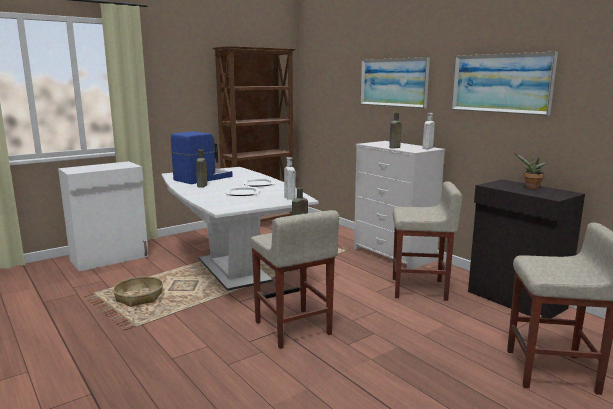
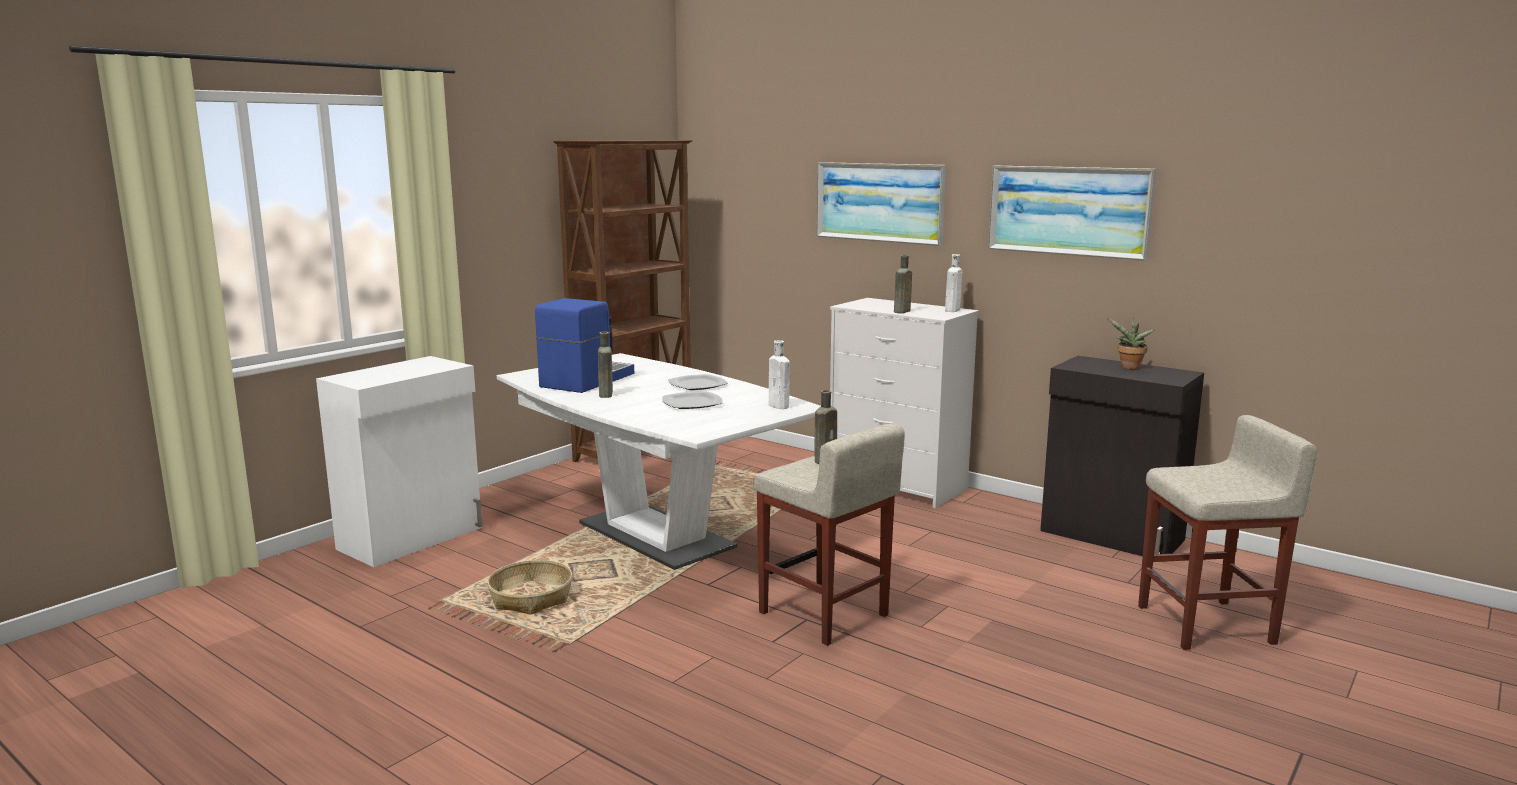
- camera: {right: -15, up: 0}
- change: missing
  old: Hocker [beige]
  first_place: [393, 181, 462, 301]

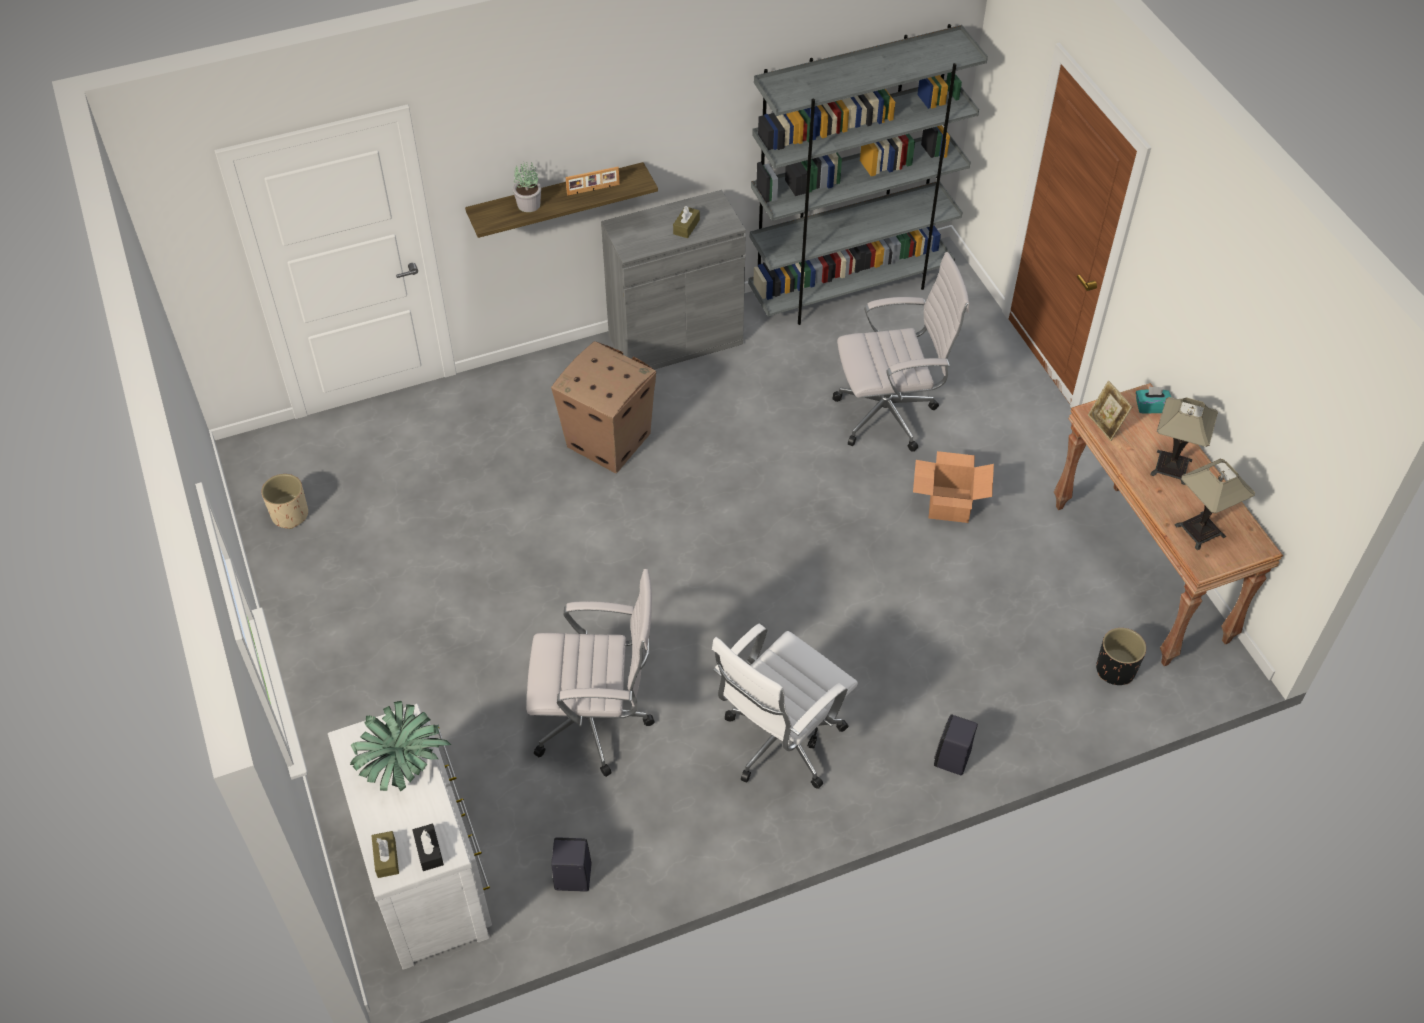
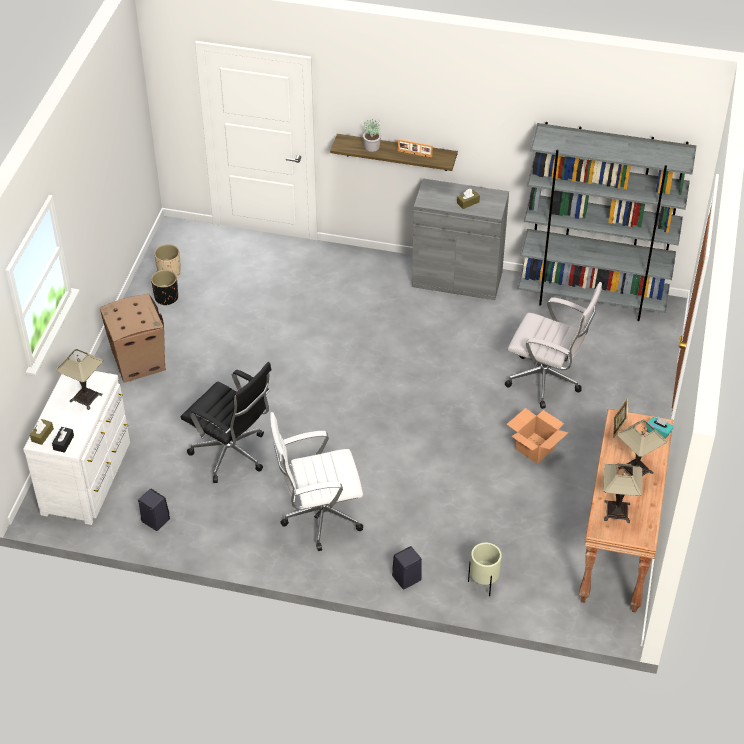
- camera: {right: 35, up: -5}
- change: appeared
  new: Pflanzkübel [beige]
  second_place: [468, 542, 502, 596]
- change: relocated
  old: Karton
  first_place: [551, 341, 656, 473]
  second_place: [100, 294, 166, 383]
- change: relocated
  old: Pflanzkübel [schwarz]
  first_place: [1096, 628, 1146, 685]
  second_place: [151, 270, 178, 306]
- change: exchanged
  old: Topfpflanze
  new: Tischlampe
  first_place: [350, 701, 451, 792]
  second_place: [56, 349, 103, 410]
- change: colour
  old: Bürostuhl [weiß]
  new: Bürostuhl [schwarz]
  first_place: [527, 569, 655, 777]
  second_place: [181, 362, 271, 483]

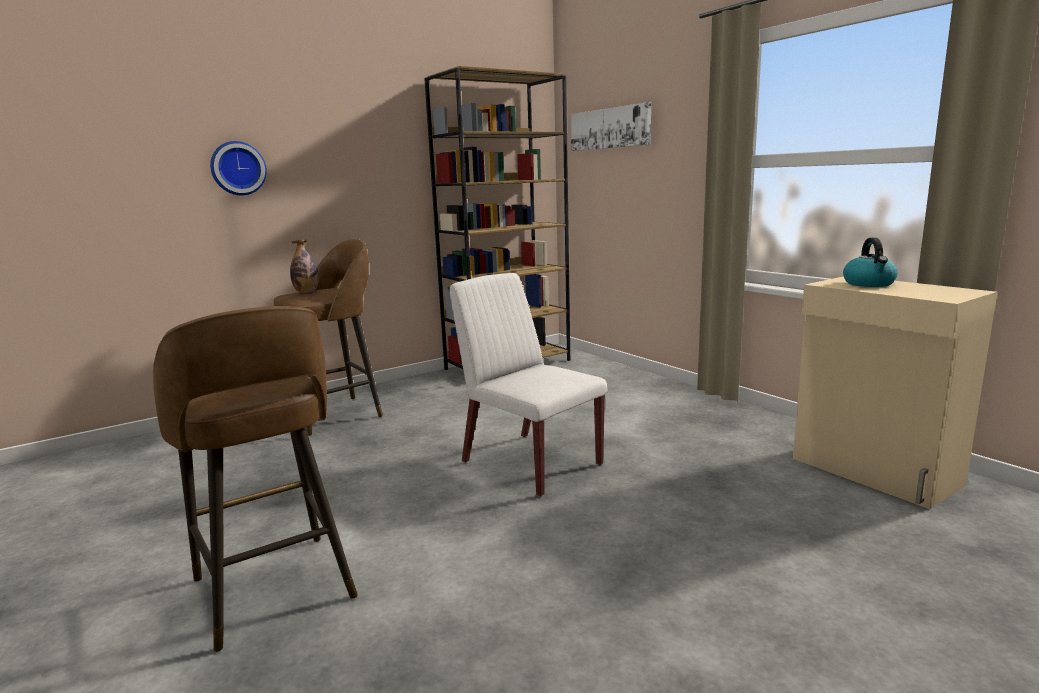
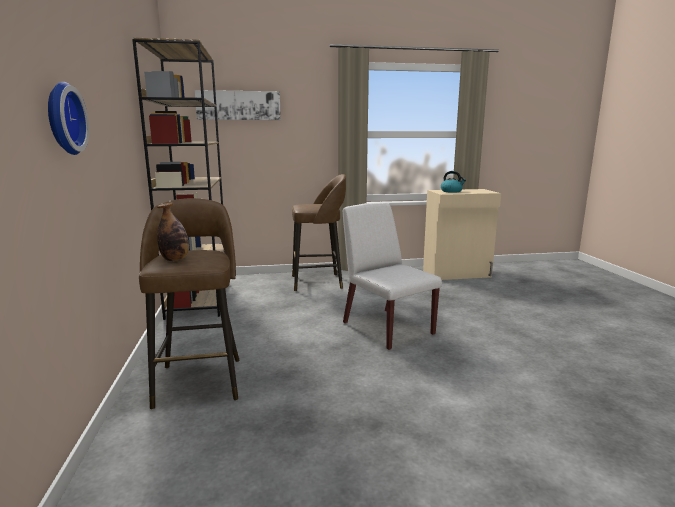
- camera: {right: -65, up: 0}
- change: relocated
  old: Hocker [braun]
  first_place: [153, 306, 358, 652]
  second_place: [292, 174, 346, 291]
- change: spun
  old: Stuhl [weiß]
  first_place: [449, 273, 608, 497]
  second_place: [343, 203, 442, 350]
  degrees: 75

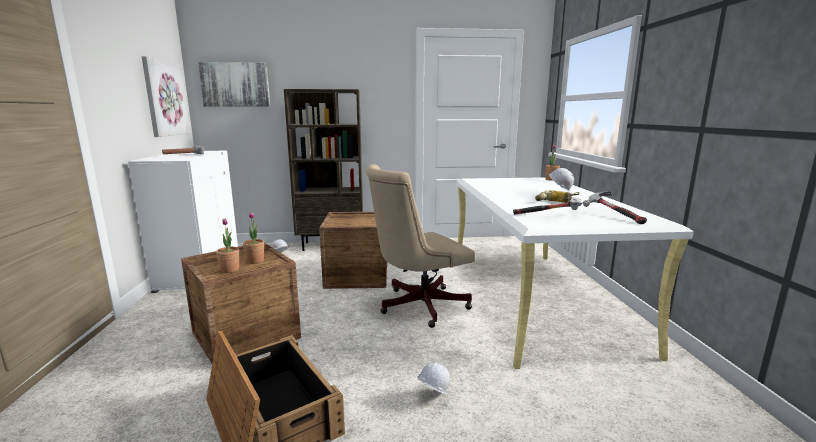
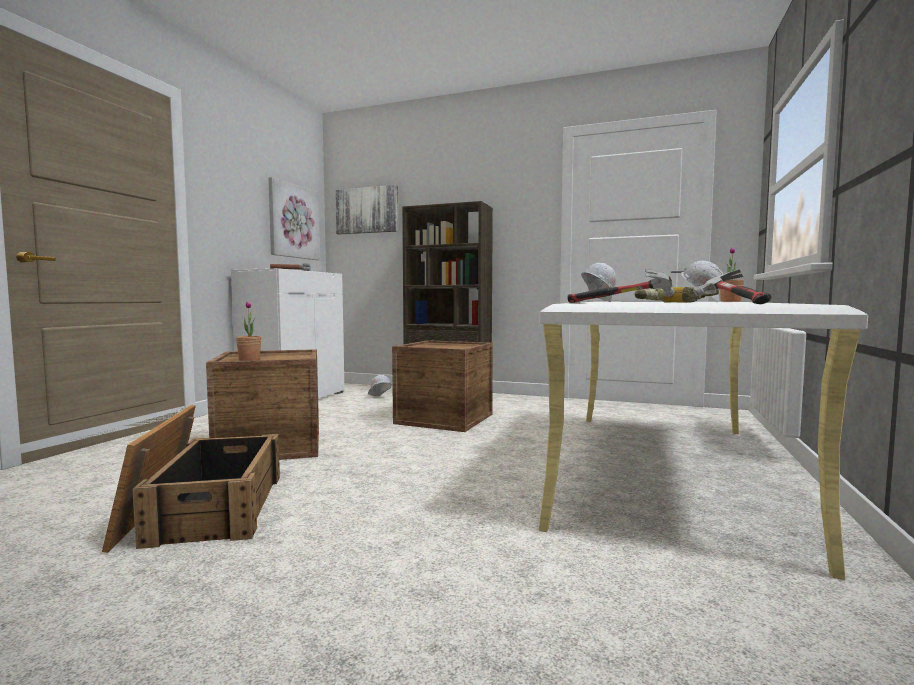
- camera: {right: 25, up: -10}
- change: missing
  old: Topfpflanze
  first_place: [243, 212, 264, 264]
- change: missing
  old: Bürostuhl [beige]
  first_place: [366, 164, 475, 328]
- change: relocated
  old: Schutzhelm [weiß]
  first_place: [417, 363, 450, 394]
  second_place: [581, 263, 616, 302]

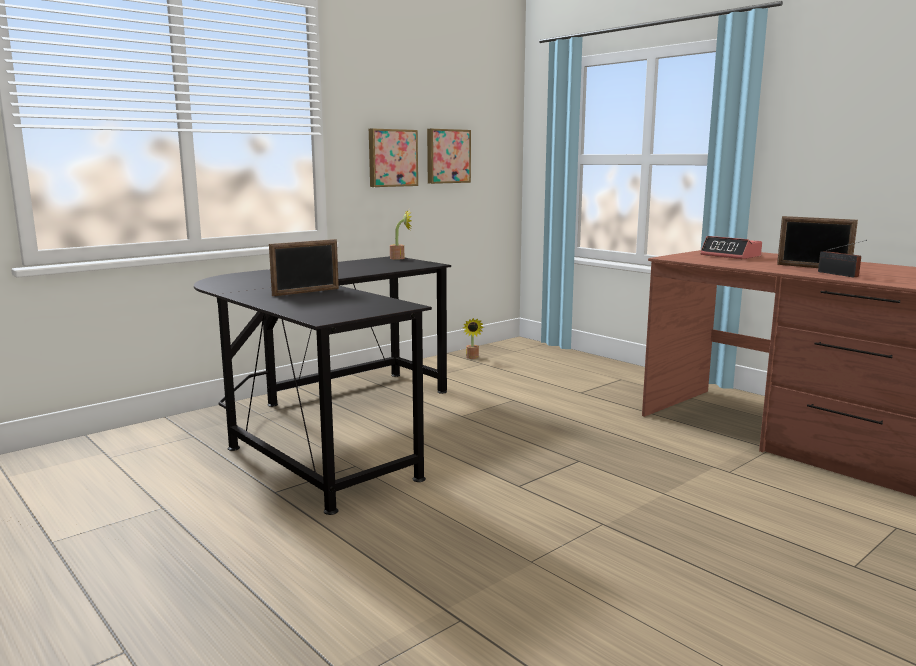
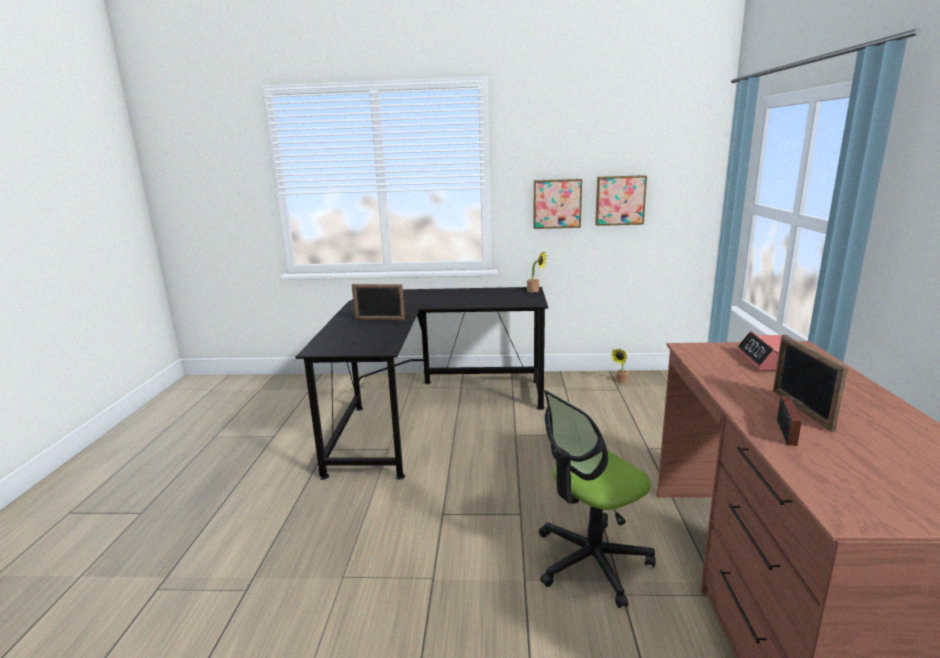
- camera: {right: 45, up: 5}
- change: appeared
  new: Bürostuhl
  second_place: [539, 390, 656, 608]

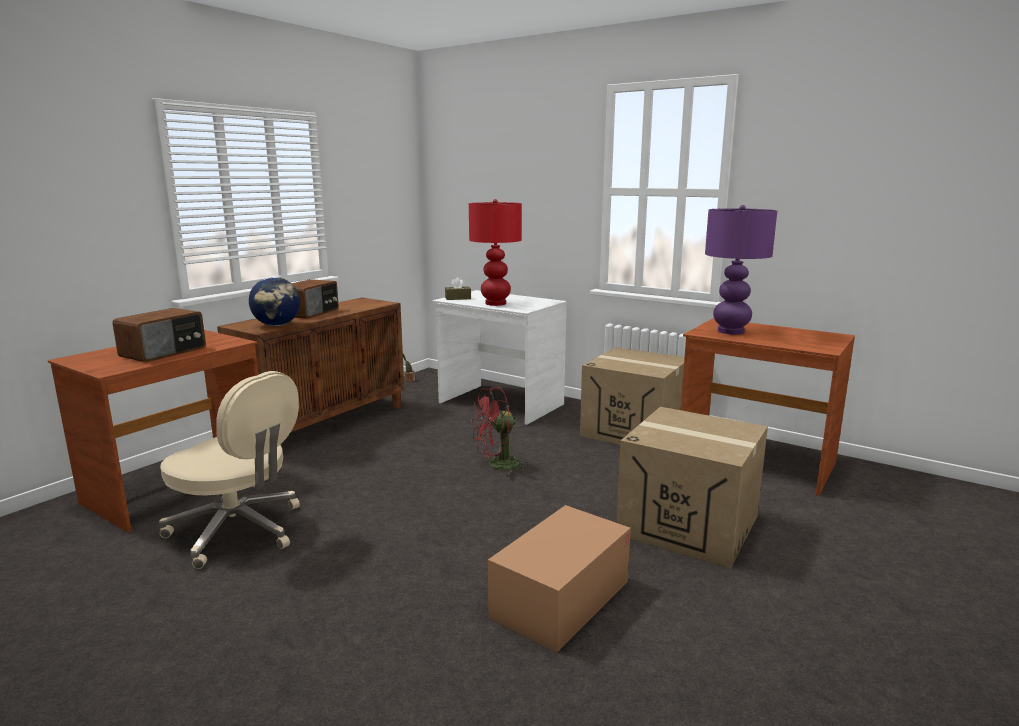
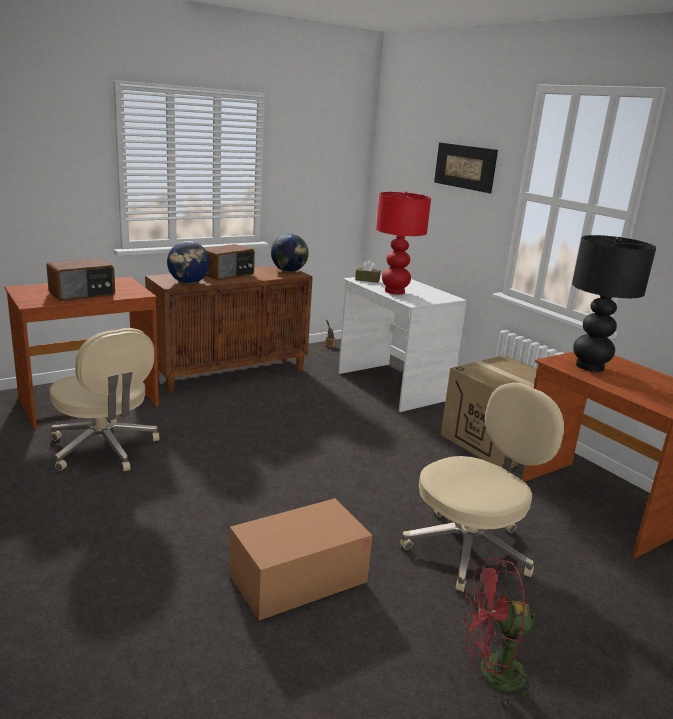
- camera: {right: 20, up: 5}
- change: appeared
  new: Globus
  second_place: [271, 234, 308, 272]
- change: appeared
  new: Bild
  second_place: [434, 143, 498, 193]
- change: relocated
  old: Ventilator [rot]
  first_place: [471, 387, 530, 475]
  second_place: [462, 558, 543, 707]
- change: exchanged
  old: Karton
  new: Bürostuhl [beige]
  first_place: [616, 407, 768, 569]
  second_place: [400, 383, 564, 592]
- change: colour
  old: Tischlampe [lila]
  new: Tischlampe [schwarz]
  first_place: [705, 205, 777, 335]
  second_place: [572, 235, 656, 372]

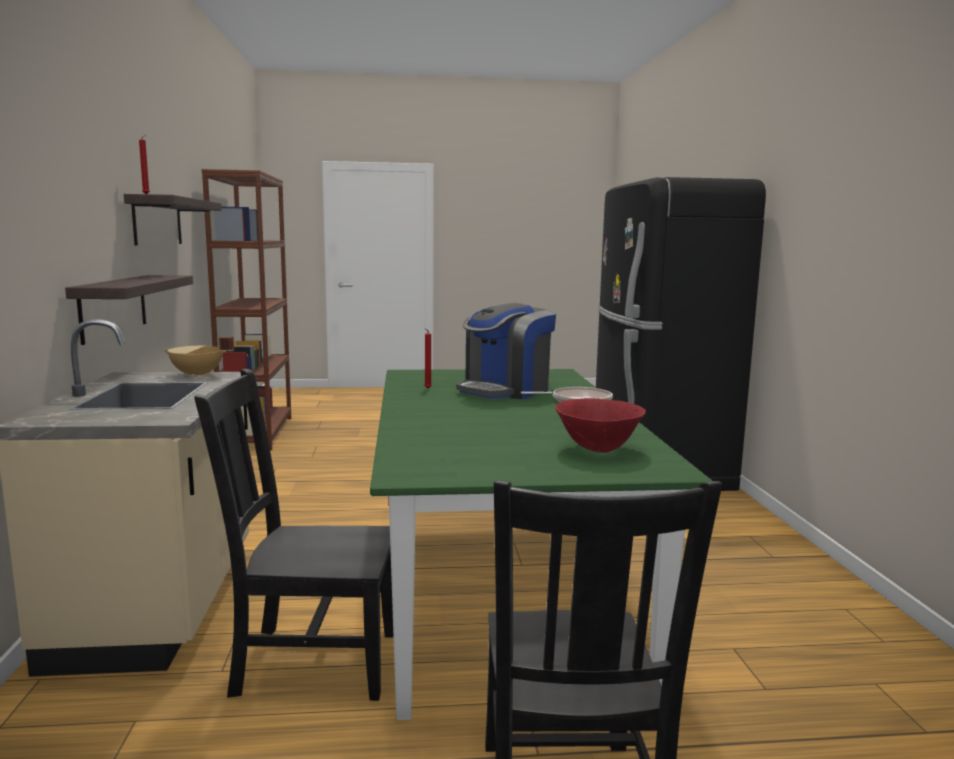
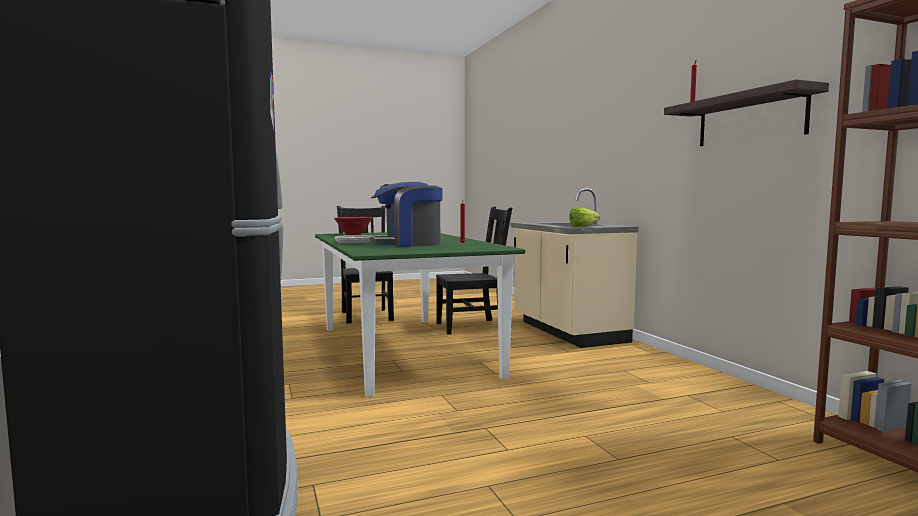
- camera: {right: 165, up: -5}
- change: missing
  old: Wandregal
  first_place: [65, 275, 193, 345]
- change: exchanged
  old: Kochtopf [beige]
  new: Salatkopf
  first_place: [163, 337, 234, 378]
  second_place: [569, 207, 600, 227]
- change: spun
  old: Kaffeemaschine
  first_place: [456, 303, 556, 399]
  second_place: [370, 182, 443, 247]
  degrees: -135

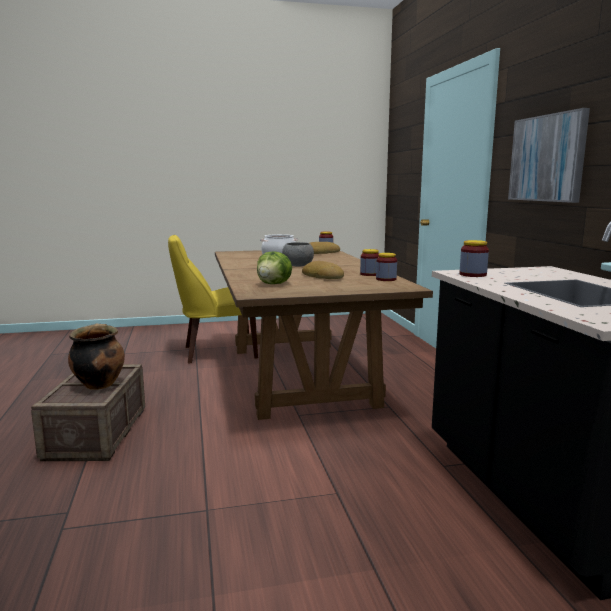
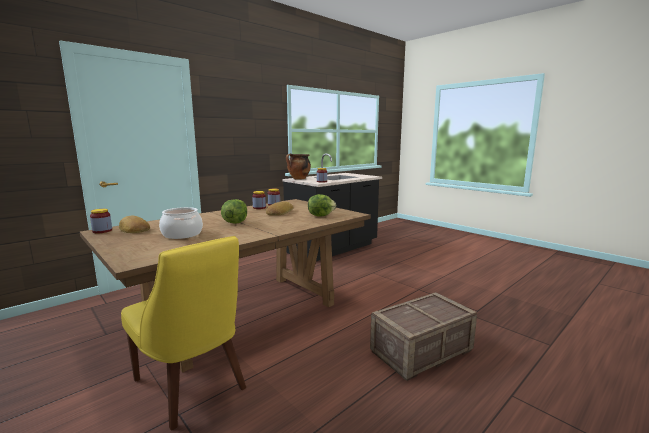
- camera: {right: -120, up: 0}
- change: missing
  old: Bild
  first_place: [508, 108, 590, 203]
- change: relocated
  old: Kochtopf
  first_place: [68, 323, 125, 390]
  second_place: [286, 154, 311, 180]
- change: exchanged
  old: Schüssel [grau]
  new: Salatkopf
  first_place: [282, 242, 314, 267]
  second_place: [221, 199, 247, 224]

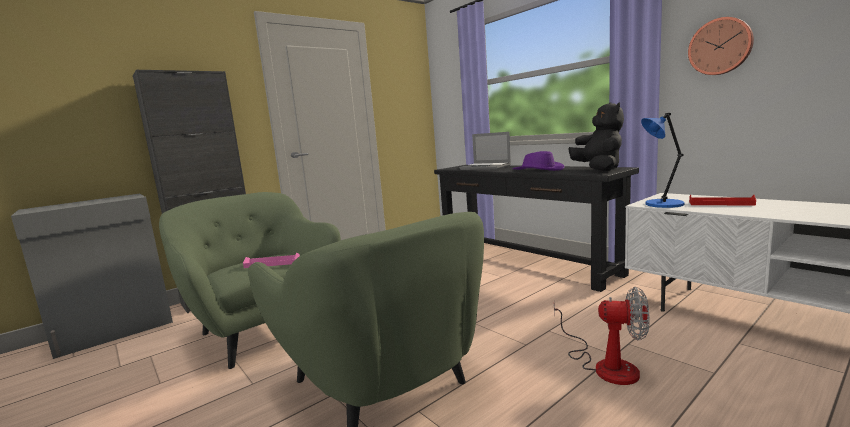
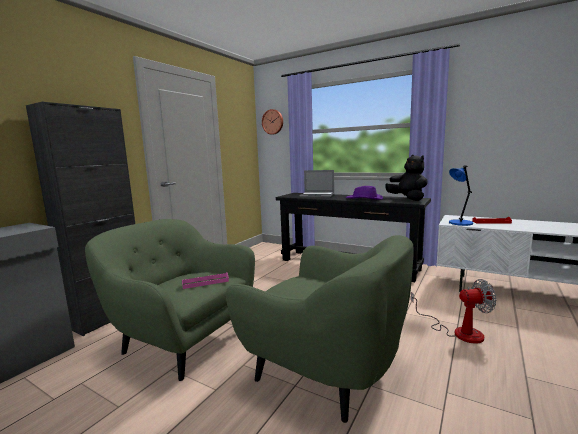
- camera: {right: -20, up: 0}
- change: relocated
  old: Wanduhr
  first_place: [688, 17, 754, 75]
  second_place: [262, 109, 283, 134]

